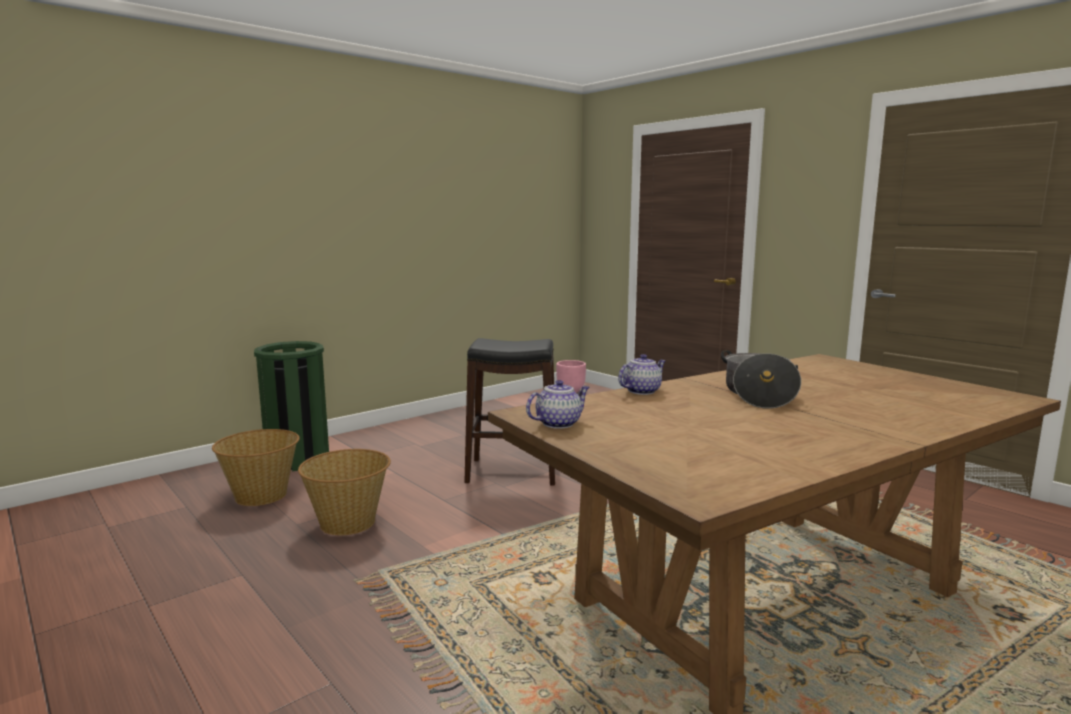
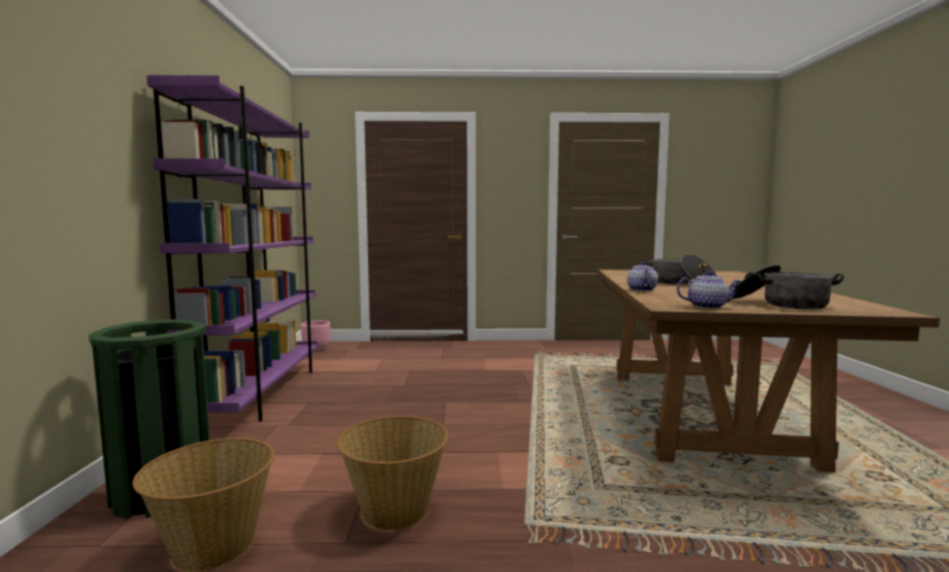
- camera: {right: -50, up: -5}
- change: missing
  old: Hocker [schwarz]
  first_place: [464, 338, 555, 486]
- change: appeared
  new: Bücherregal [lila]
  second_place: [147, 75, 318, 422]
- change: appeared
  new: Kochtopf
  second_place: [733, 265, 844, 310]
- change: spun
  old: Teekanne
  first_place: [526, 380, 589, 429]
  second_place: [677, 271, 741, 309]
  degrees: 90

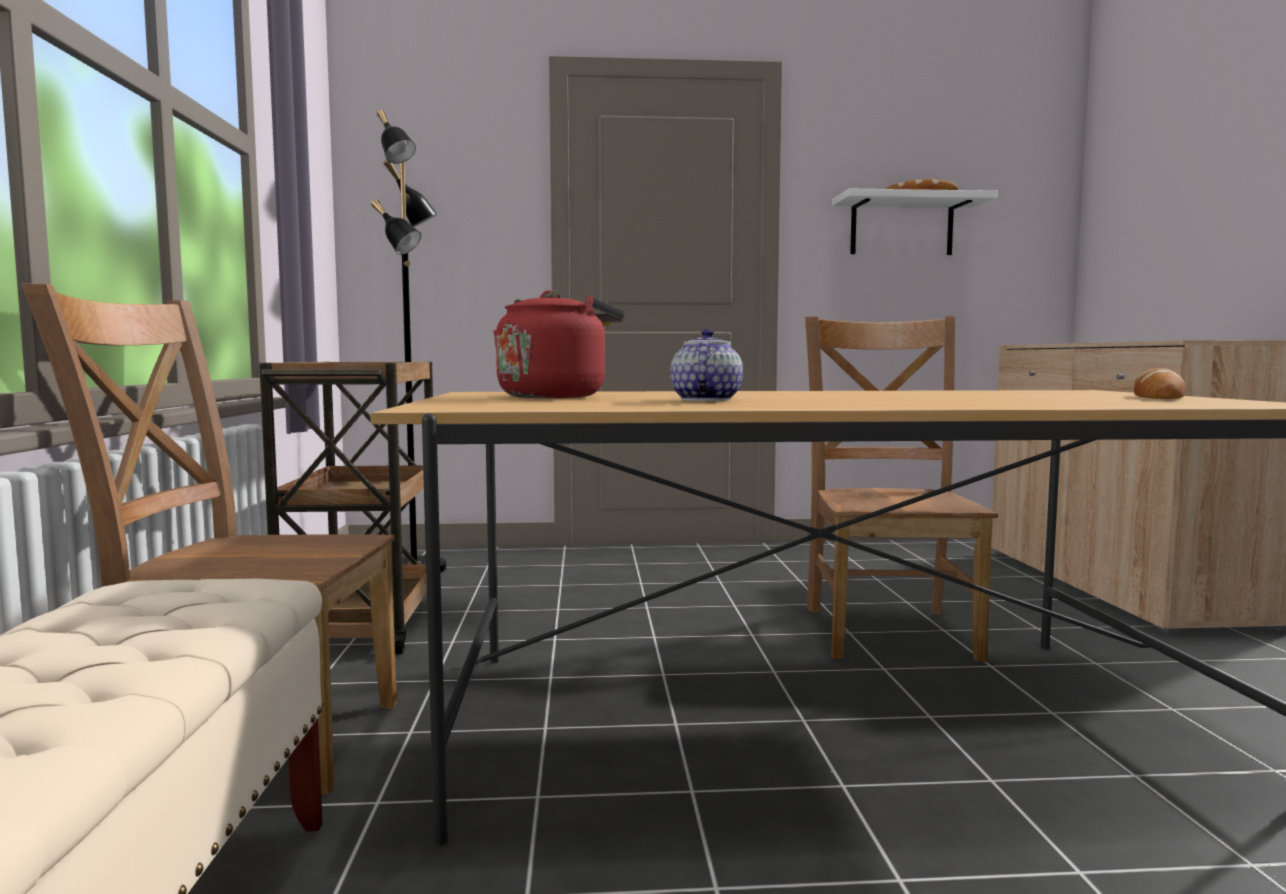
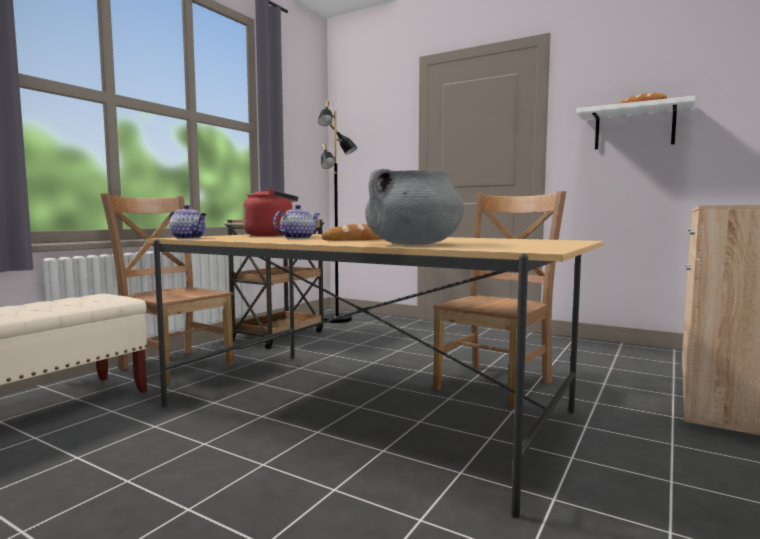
- camera: {right: 35, up: 0}
- change: appeared
  new: Teekanne
  second_place: [169, 205, 206, 239]
- change: appeared
  new: Kochtopf [grau]
  second_place: [365, 169, 464, 245]
- change: relocated
  old: Brot
  first_place: [1134, 368, 1185, 399]
  second_place: [321, 224, 382, 241]

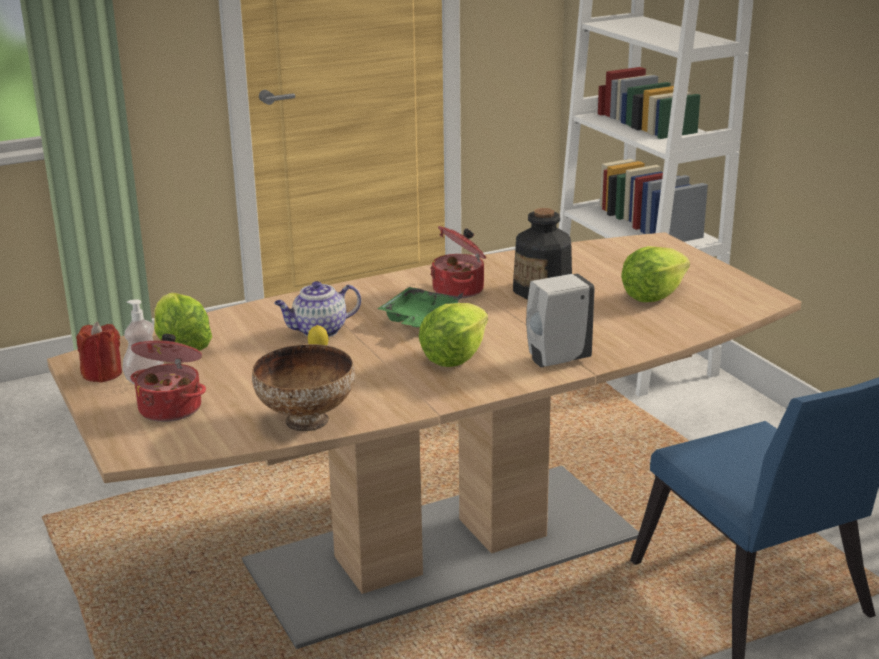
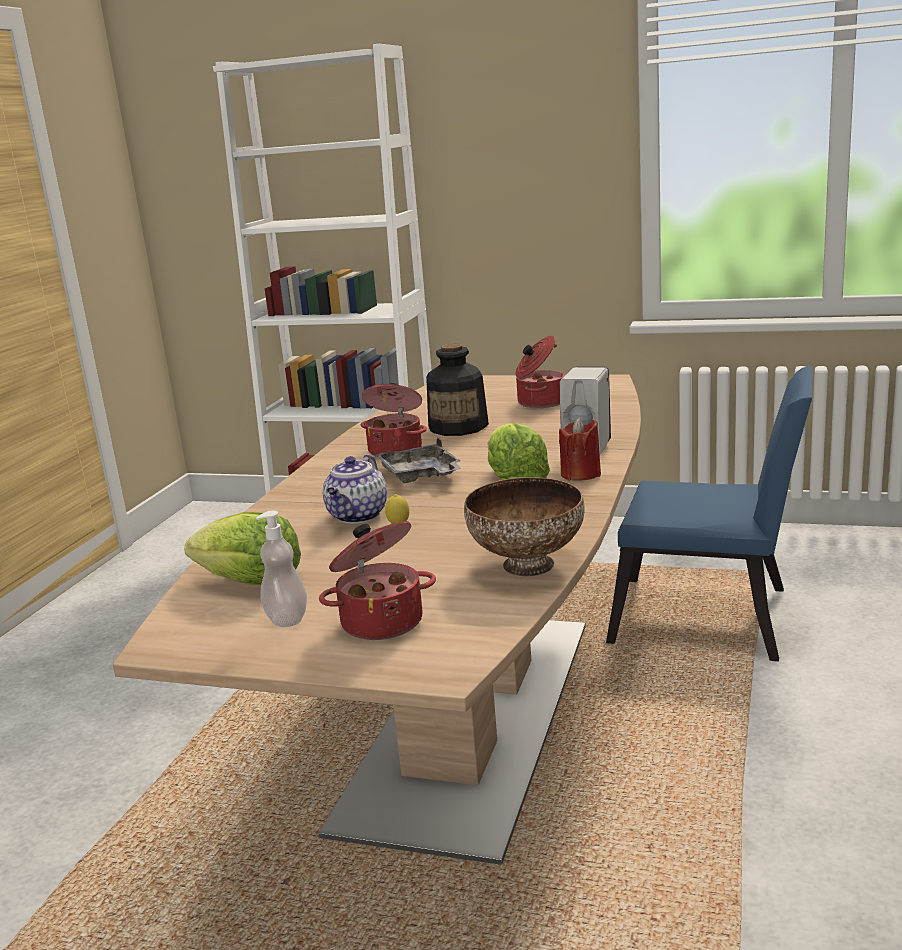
- camera: {right: -45, up: -5}
- change: relocated
  old: Kerze [rot]
  first_place: [76, 322, 122, 383]
  second_place: [559, 417, 601, 481]
- change: exchanged
  old: Salatkopf
  new: Kochtopf
  first_place: [621, 246, 690, 302]
  second_place: [516, 336, 565, 408]
- change: colour
  old: Tablett [grün]
  new: Tablett [grau]
  first_place: [378, 287, 463, 328]
  second_place: [375, 438, 461, 483]

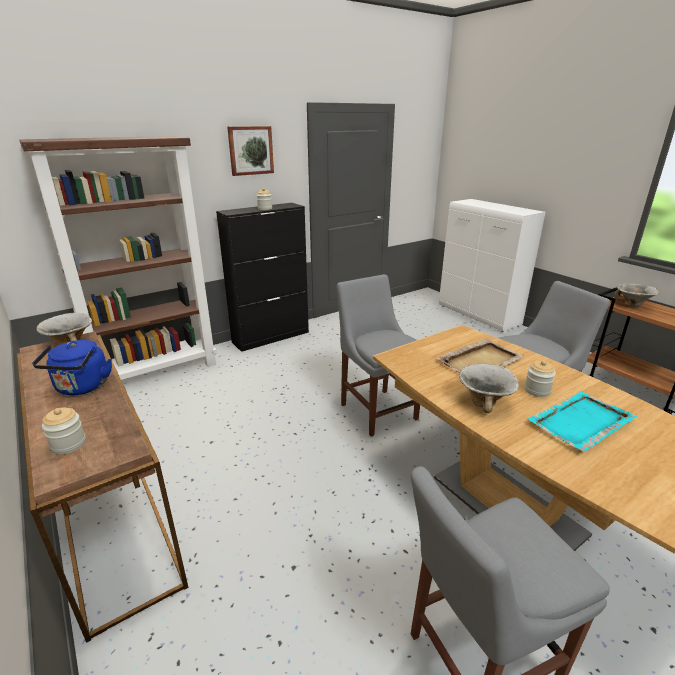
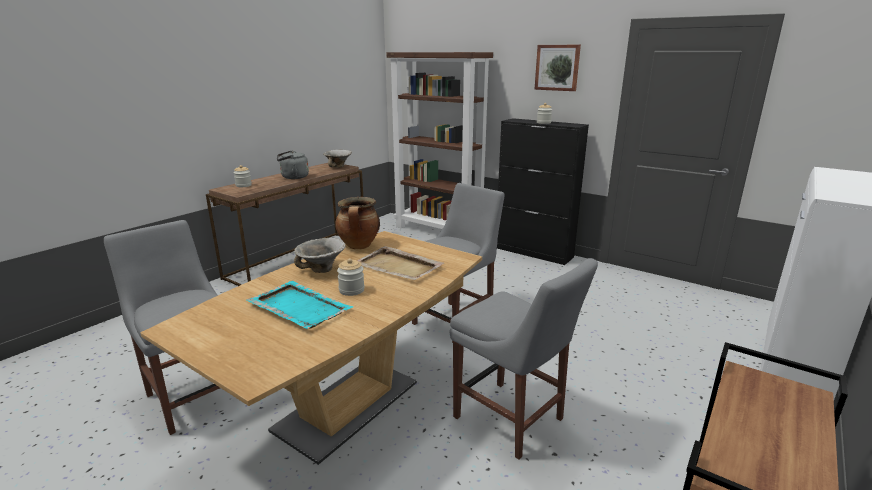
- camera: {right: 70, up: -5}
- change: missing
  old: Schüssel
  first_place: [615, 283, 659, 308]
- change: appeared
  new: Kochtopf
  second_place: [335, 197, 380, 249]
- change: colour
  old: Wasserkessel [blau]
  new: Wasserkessel [grau]
  first_place: [32, 340, 112, 395]
  second_place: [277, 150, 309, 179]

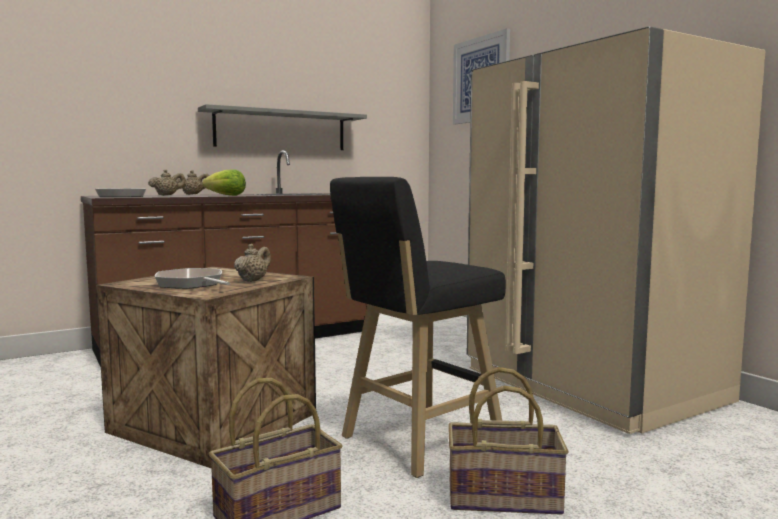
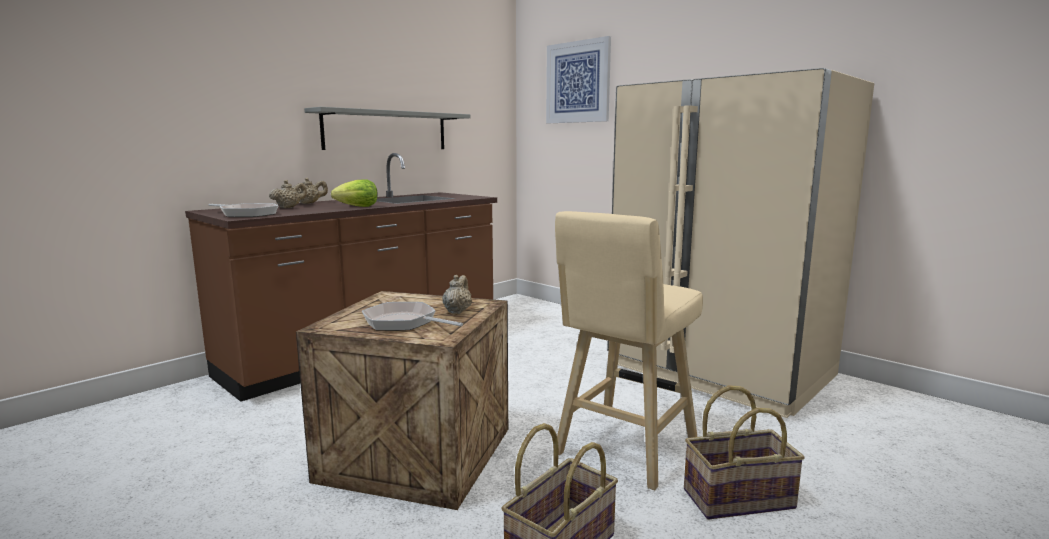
- camera: {right: -15, up: 5}
- change: colour
  old: Hocker [schwarz]
  new: Hocker [beige]
  first_place: [330, 177, 506, 478]
  second_place: [555, 211, 703, 490]

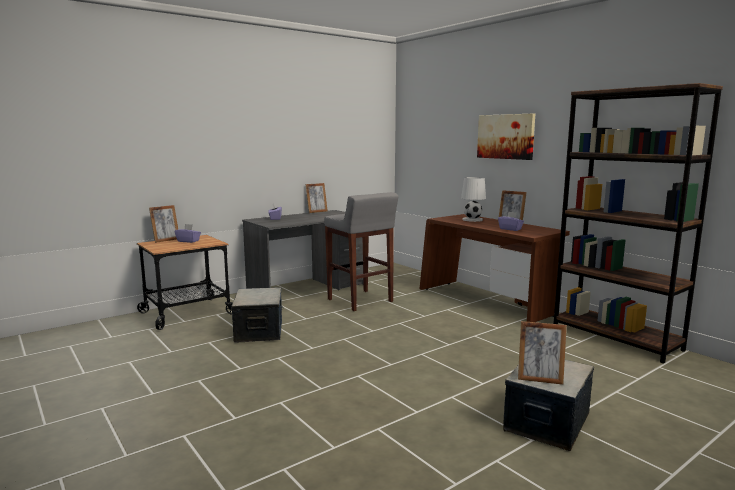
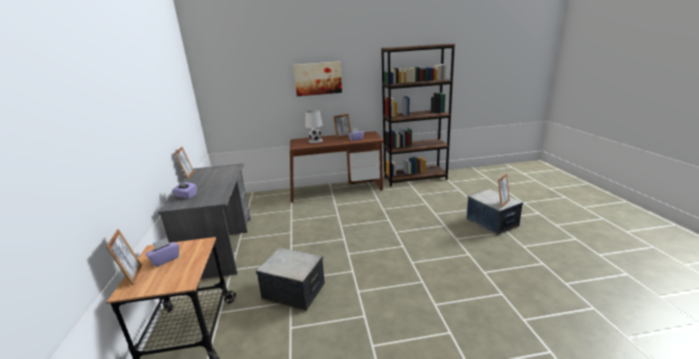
- camera: {right: -60, up: 10}
- change: missing
  old: Hocker [grau]
  first_place: [324, 192, 398, 311]

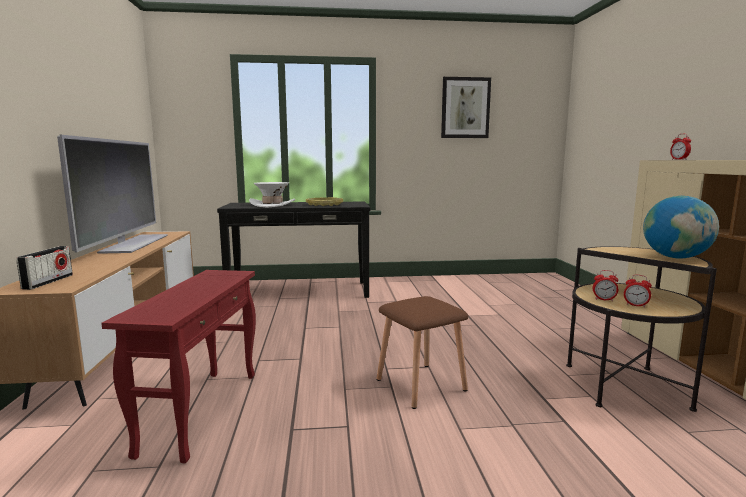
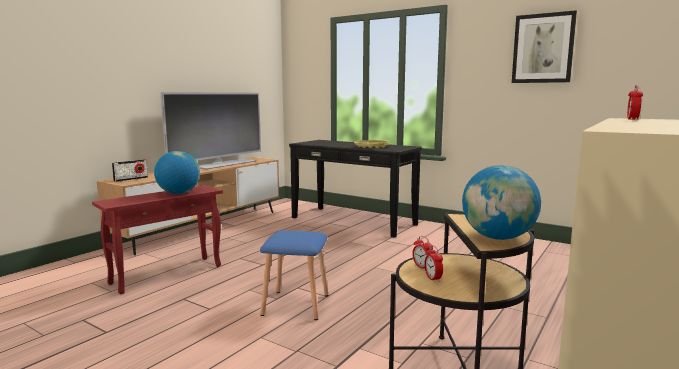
- camera: {right: 40, up: 0}
- change: missing
  old: Hut [weiß]
  first_place: [249, 182, 295, 207]
- change: appeared
  new: Globus
  second_place: [154, 151, 200, 194]
- change: colour
  old: Hocker [braun]
  new: Hocker [blau]
  first_place: [376, 296, 468, 409]
  second_place: [260, 231, 329, 320]

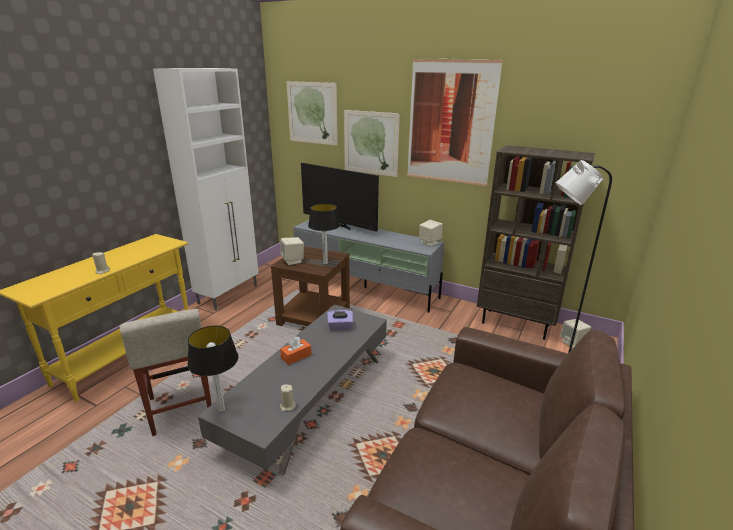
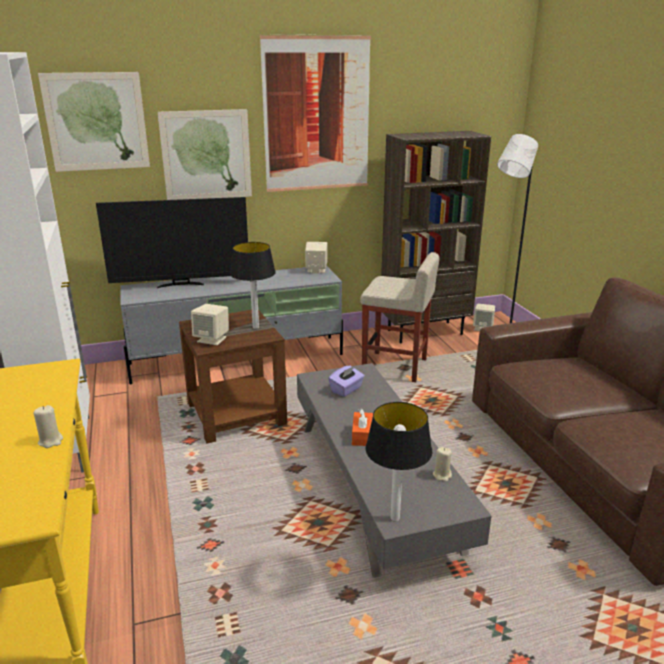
- camera: {right: -45, up: 0}
- change: relocated
  old: Hocker [beige]
  first_place: [120, 309, 212, 436]
  second_place: [360, 252, 439, 382]

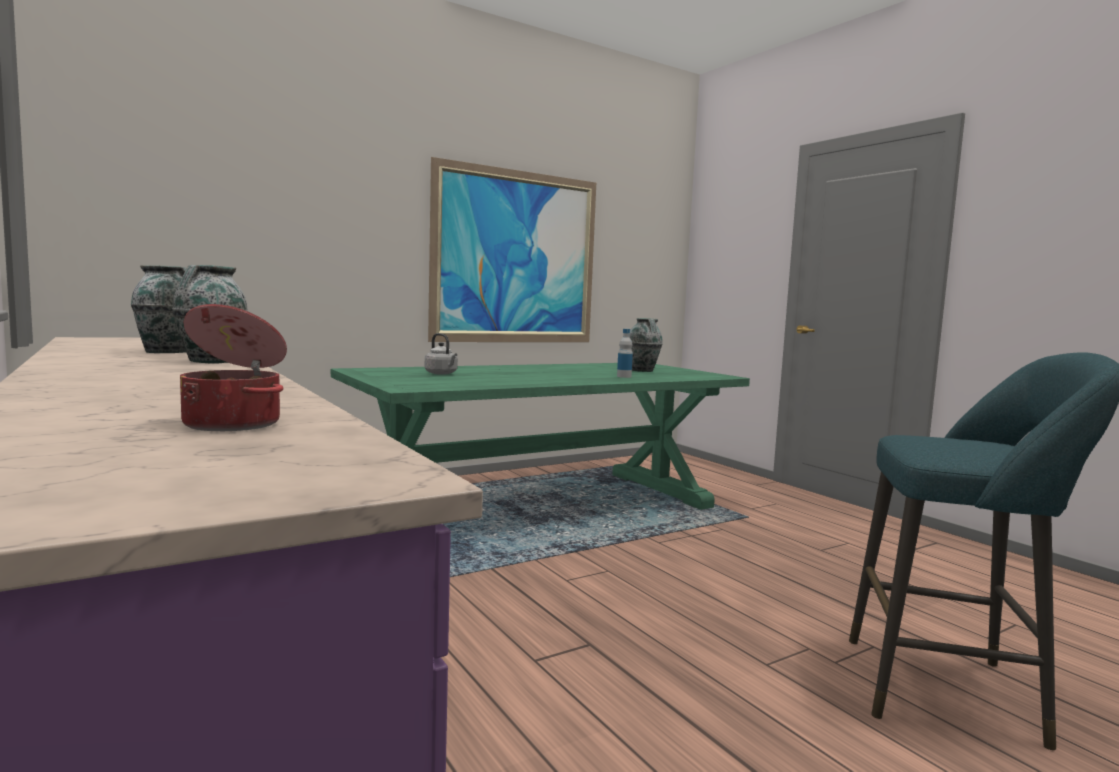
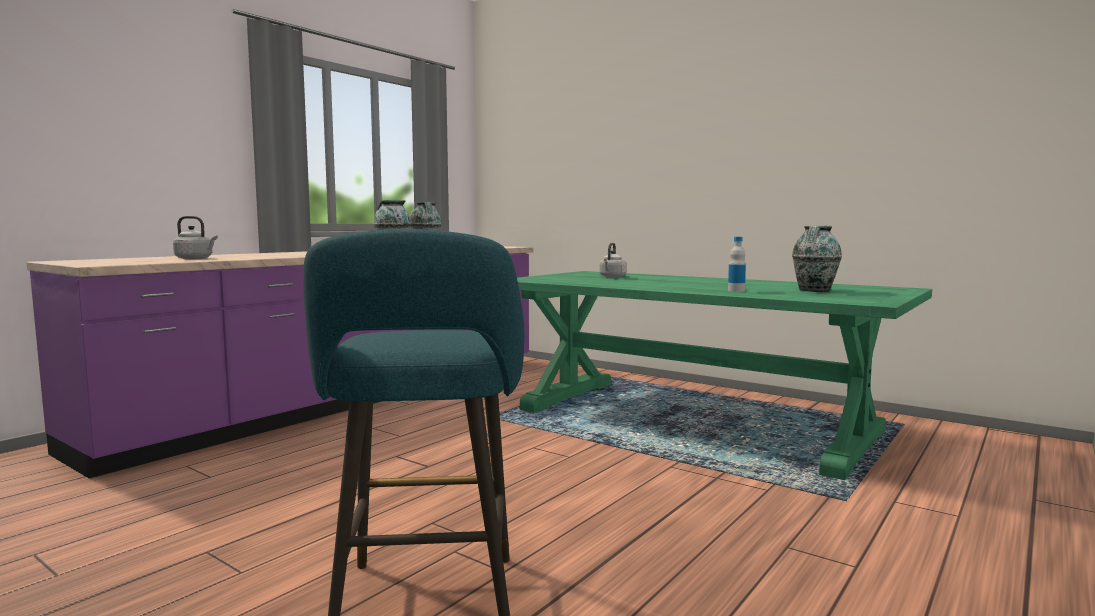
- camera: {right: 70, up: 0}
- change: missing
  old: Bild
  first_place: [428, 157, 596, 342]
- change: exchanged
  old: Kochtopf
  new: Wasserkessel [grau]
  first_place: [180, 304, 287, 431]
  second_place: [173, 216, 218, 259]

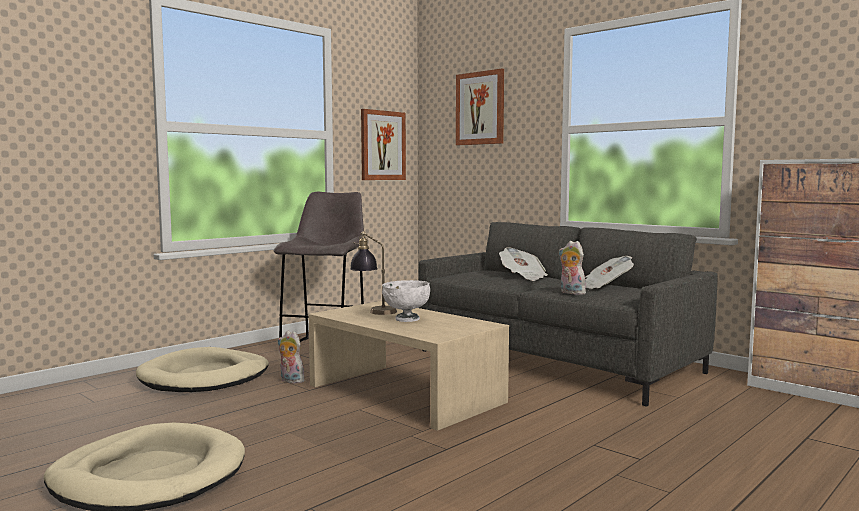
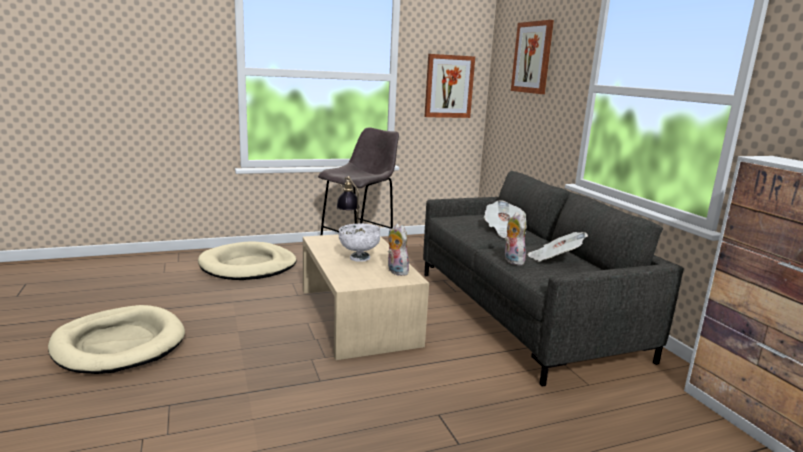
- camera: {right: 25, up: 10}
- change: relocated
  old: Plüschtier
  first_place: [277, 331, 305, 384]
  second_place: [388, 224, 409, 276]

